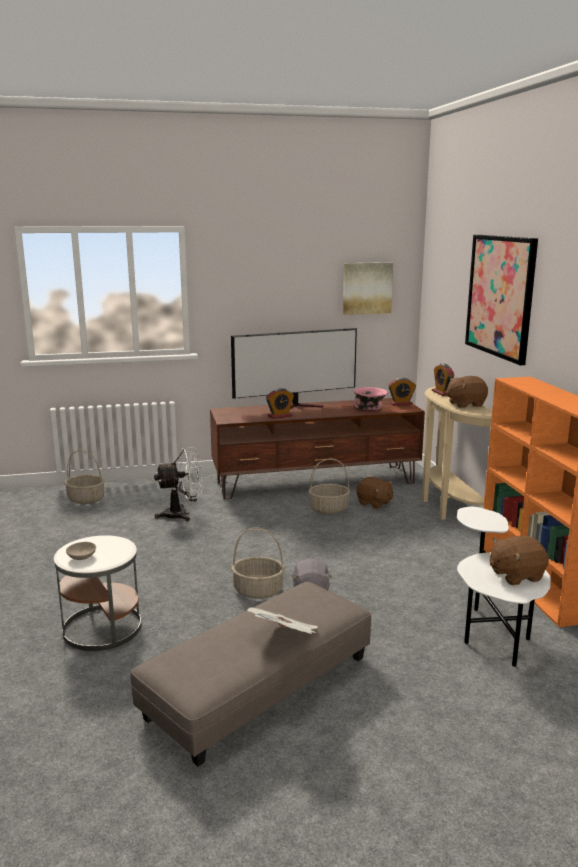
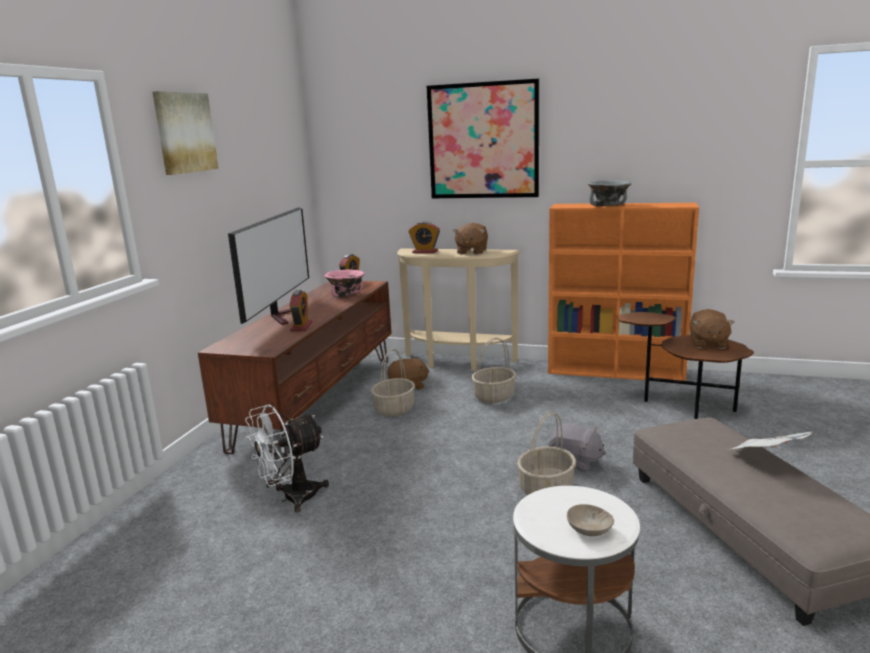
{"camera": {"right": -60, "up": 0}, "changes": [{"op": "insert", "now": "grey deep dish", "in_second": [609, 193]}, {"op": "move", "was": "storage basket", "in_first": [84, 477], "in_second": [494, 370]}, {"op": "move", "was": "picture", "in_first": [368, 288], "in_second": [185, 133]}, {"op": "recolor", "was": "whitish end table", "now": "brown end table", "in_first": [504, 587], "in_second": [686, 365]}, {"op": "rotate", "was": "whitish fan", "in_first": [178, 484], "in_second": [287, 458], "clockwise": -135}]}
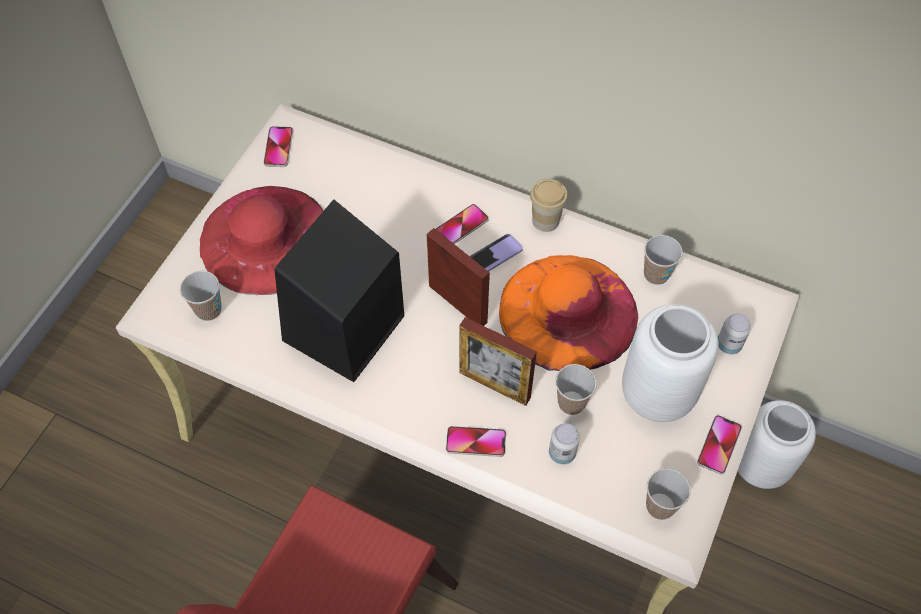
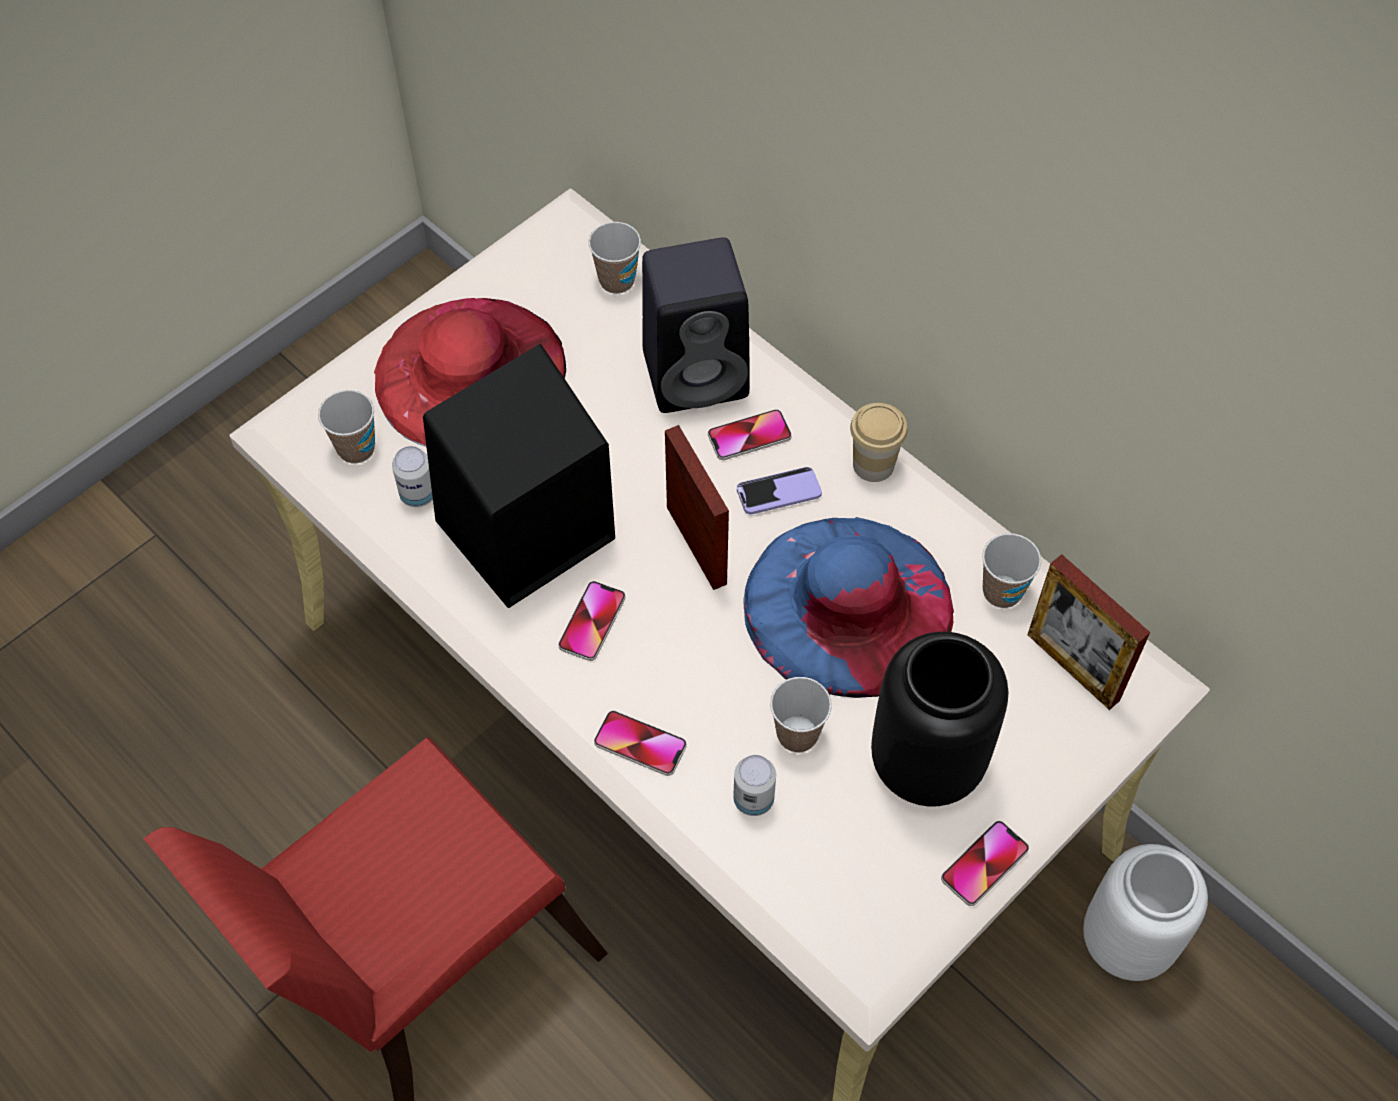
{"camera": {"right": 20, "up": 0}, "changes": [{"op": "insert", "now": "black loudspeaker", "in_second": [695, 325]}, {"op": "move", "was": "phone", "in_first": [278, 146], "in_second": [592, 621]}, {"op": "move", "was": "picture frame", "in_first": [498, 361], "in_second": [1088, 632]}, {"op": "move", "was": "small cup", "in_first": [668, 494], "in_second": [614, 258]}, {"op": "move", "was": "sealed can", "in_first": [734, 333], "in_second": [412, 476]}, {"op": "recolor", "was": "orange clothing hat", "now": "bluish clothing hat", "in_first": [568, 313], "in_second": [848, 607]}, {"op": "recolor", "was": "whitish decorative vase", "now": "black decorative vase", "in_first": [670, 363], "in_second": [940, 719]}]}
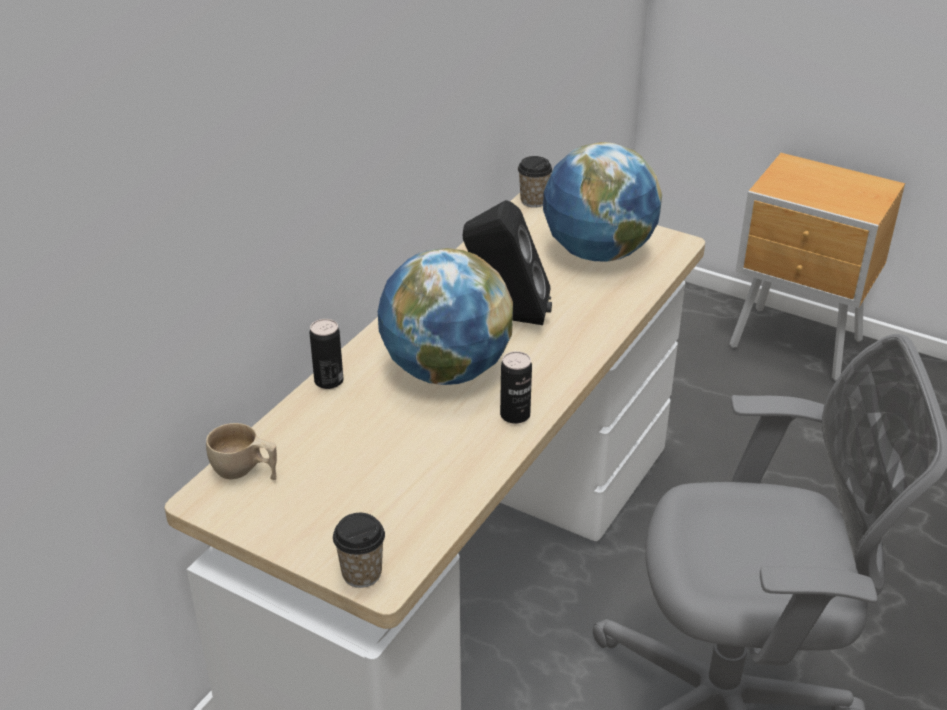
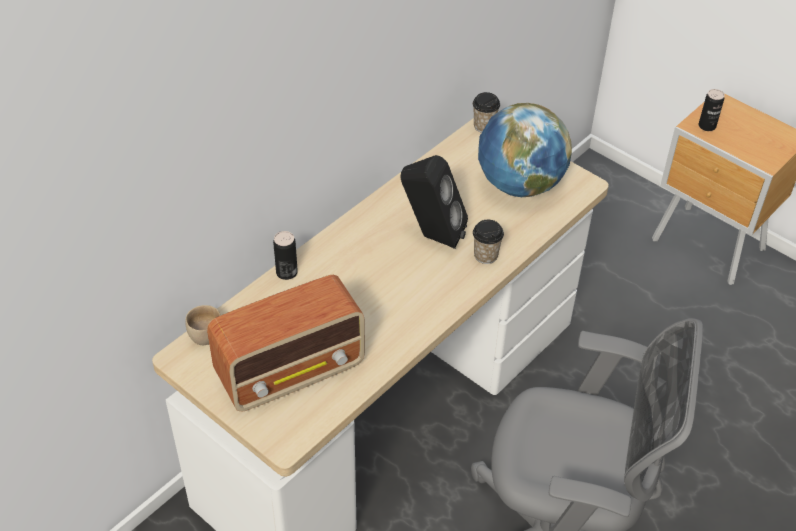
{"camera": {"right": 10, "up": 10}, "changes": [{"op": "delete", "was": "desk globe", "in_first": [445, 316]}, {"op": "insert", "now": "radio set", "in_second": [286, 343]}, {"op": "move", "was": "small cup", "in_first": [359, 550], "in_second": [488, 242]}, {"op": "move", "was": "sealed can", "in_first": [516, 387], "in_second": [711, 110]}]}
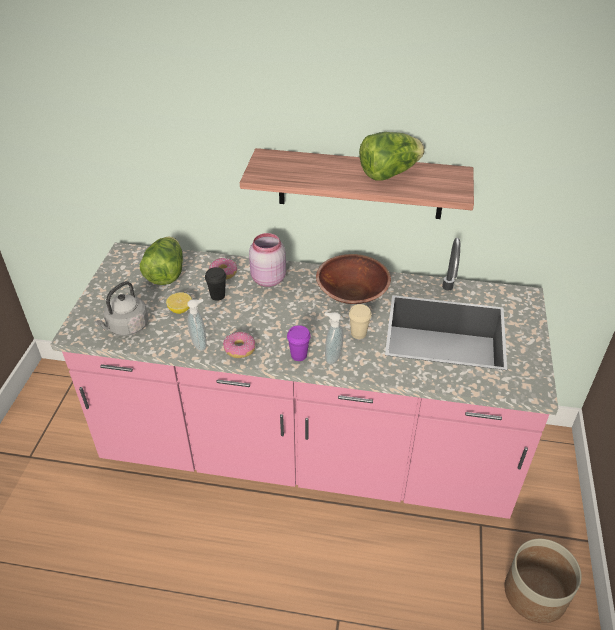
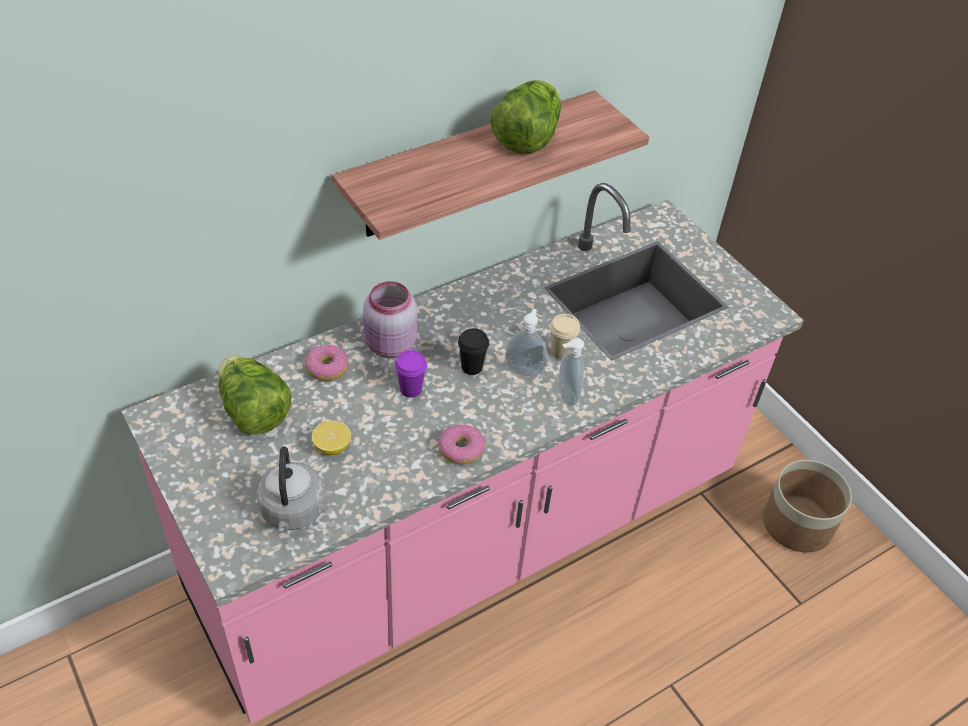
{"camera": {"right": -45, "up": 5}, "changes": [{"op": "delete", "was": "brown deep dish", "in_first": [353, 279]}, {"op": "move", "was": "soap dispenser", "in_first": [197, 325], "in_second": [526, 343]}, {"op": "move", "was": "black small cup", "in_first": [215, 284], "in_second": [473, 351]}, {"op": "move", "was": "purple-coloured small cup", "in_first": [299, 343], "in_second": [411, 374]}]}
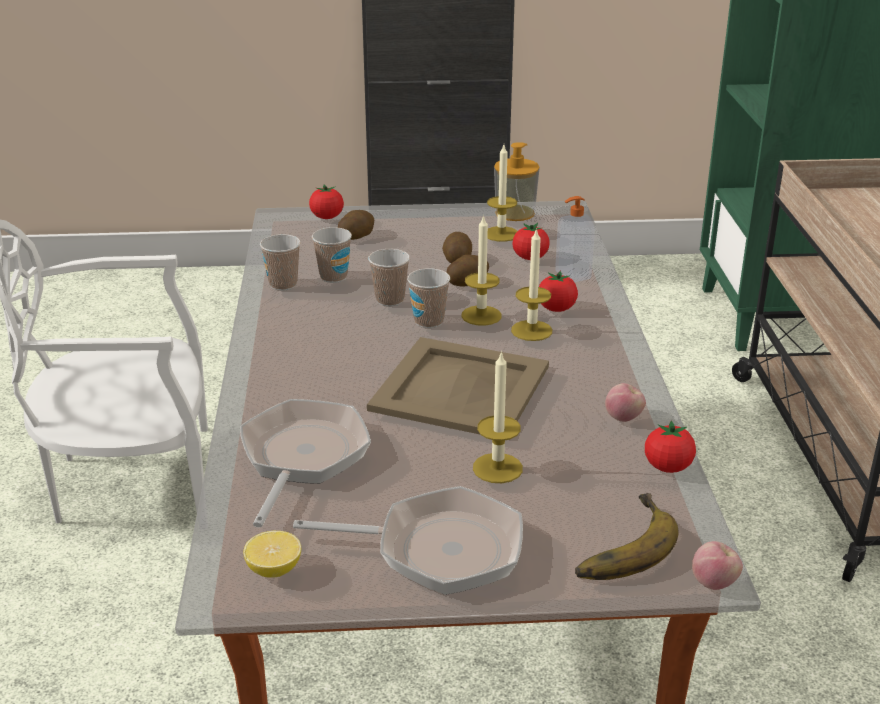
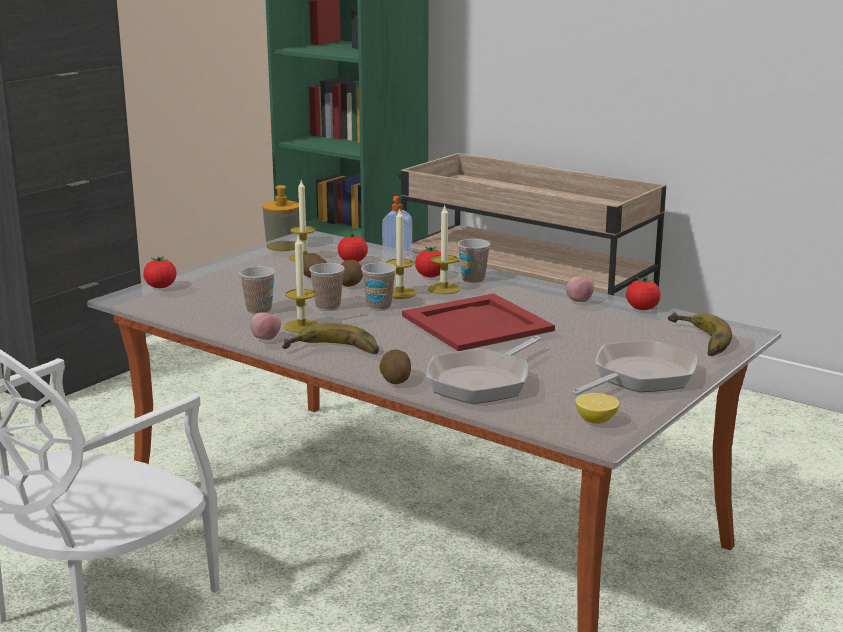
{"camera": {"right": -50, "up": -10}, "changes": [{"op": "insert", "now": "whole banana", "in_second": [330, 338]}, {"op": "move", "was": "small cup", "in_first": [280, 262], "in_second": [474, 261]}, {"op": "move", "was": "potato", "in_first": [356, 225], "in_second": [395, 366]}, {"op": "move", "was": "candle", "in_first": [498, 417], "in_second": [301, 283]}, {"op": "move", "was": "apple fruit", "in_first": [717, 565], "in_second": [265, 326]}, {"op": "recolor", "was": "sand-coloured tray", "now": "reddish tray", "in_first": [458, 385], "in_second": [478, 322]}, {"op": "rotate", "was": "skillet", "in_first": [305, 463], "in_second": [483, 370], "clockwise": -105}]}
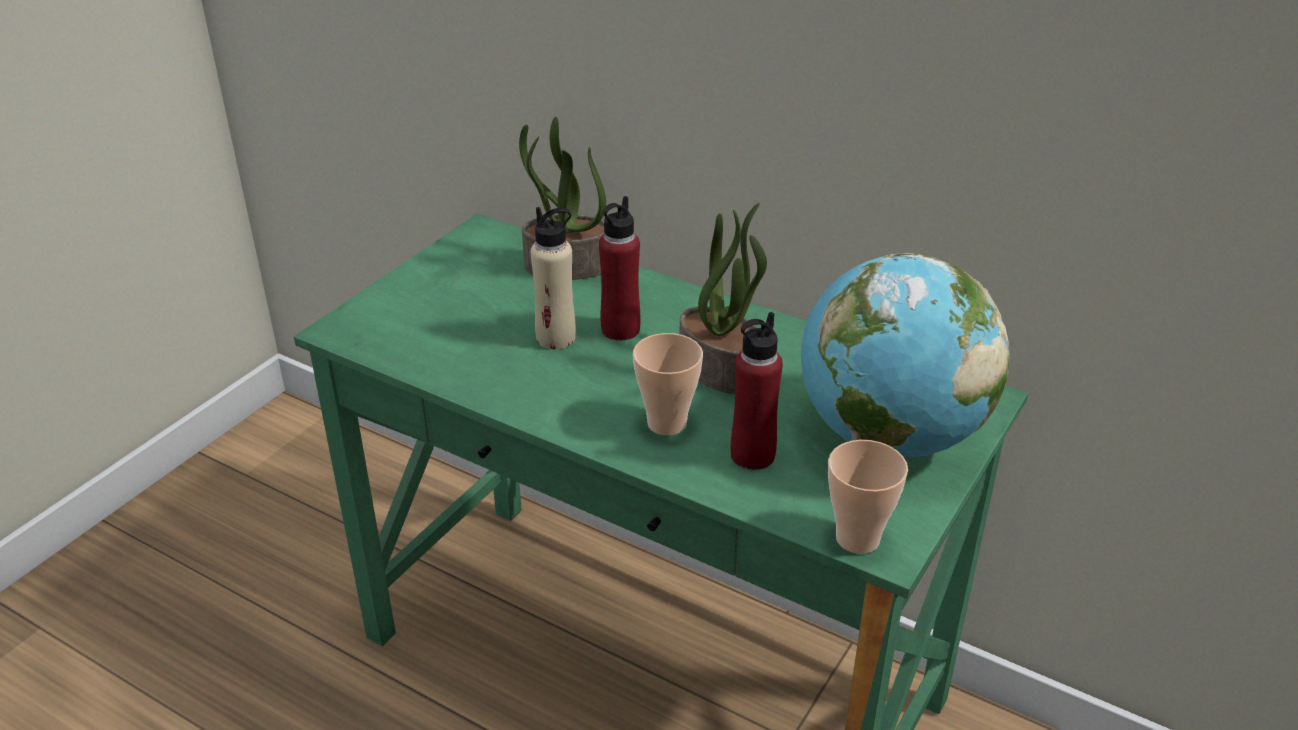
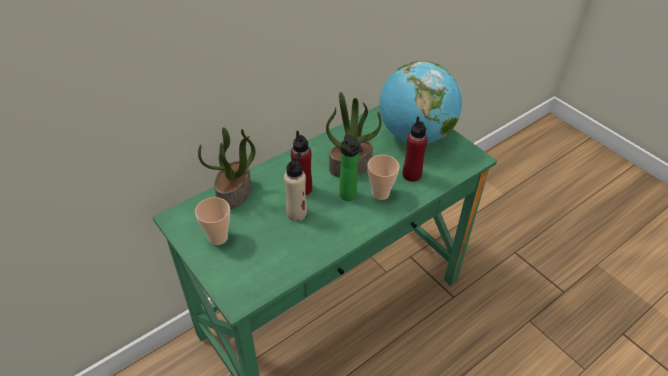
{"camera": {"right": -70, "up": 10}, "changes": [{"op": "insert", "now": "bottle", "in_second": [351, 167]}, {"op": "move", "was": "small cup", "in_first": [868, 497], "in_second": [212, 221]}]}
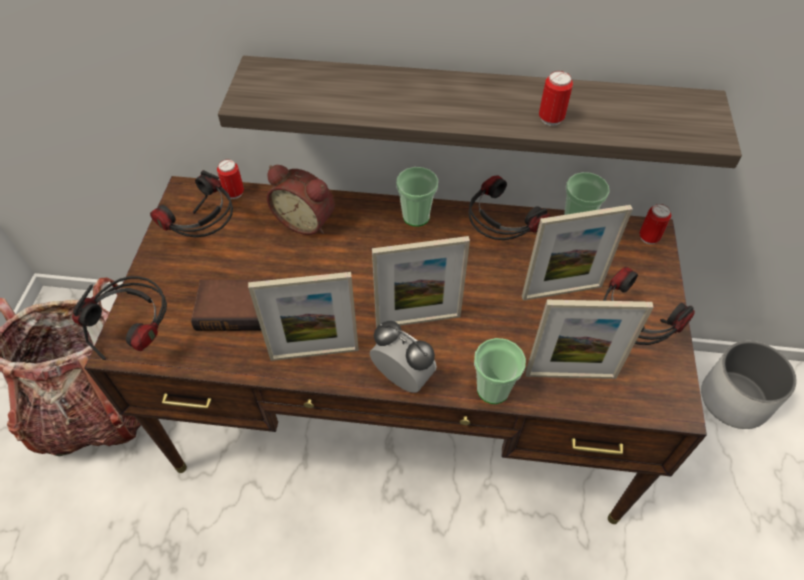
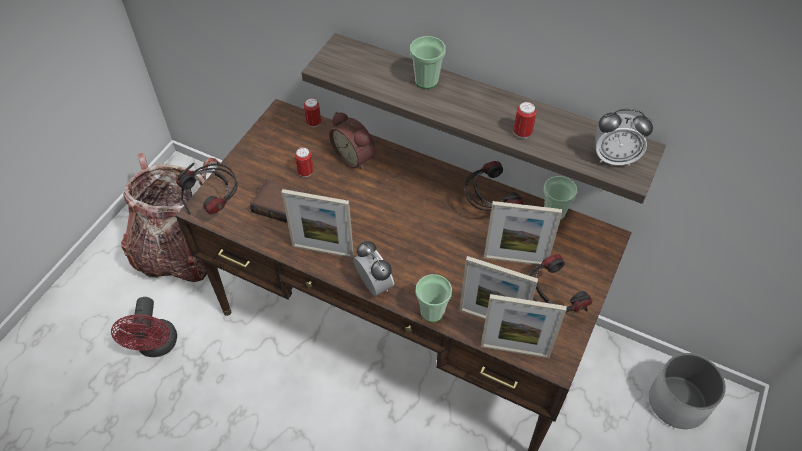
{"camera": {"right": 20, "up": 0}, "changes": [{"op": "delete", "was": "headset", "in_first": [191, 203]}, {"op": "insert", "now": "reddish fan", "in_second": [144, 327]}, {"op": "insert", "now": "table clock", "in_second": [624, 137]}, {"op": "move", "was": "picture frame", "in_first": [421, 281], "in_second": [524, 326]}, {"op": "move", "was": "small cup", "in_first": [417, 197], "in_second": [428, 62]}, {"op": "move", "was": "sealed can", "in_first": [655, 224], "in_second": [304, 162]}]}
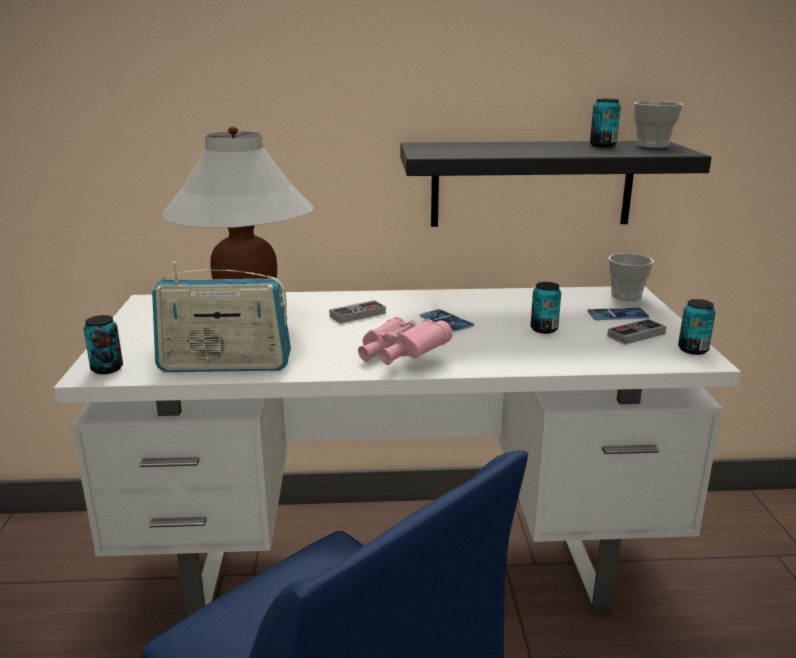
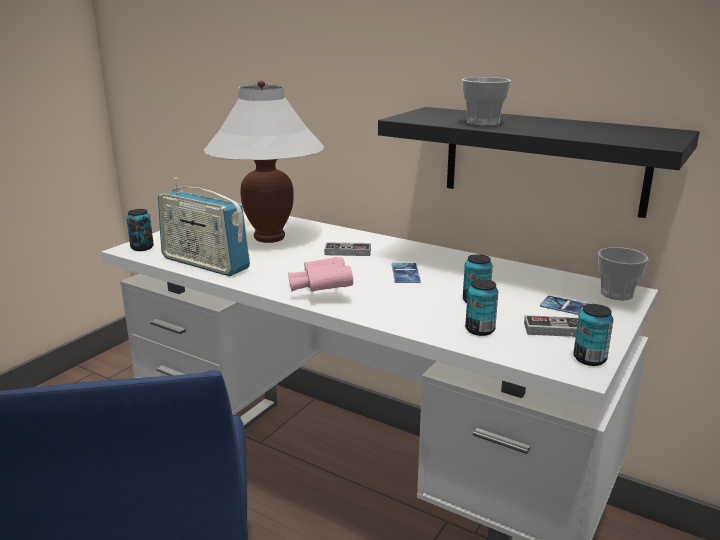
{"camera": {"right": 35, "up": 0}, "changes": [{"op": "move", "was": "sealed can", "in_first": [605, 123], "in_second": [482, 307]}, {"op": "move", "was": "small cup", "in_first": [658, 124], "in_second": [486, 101]}]}
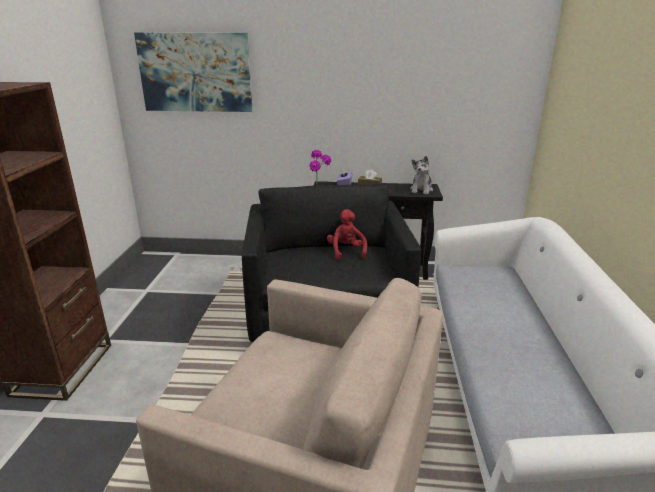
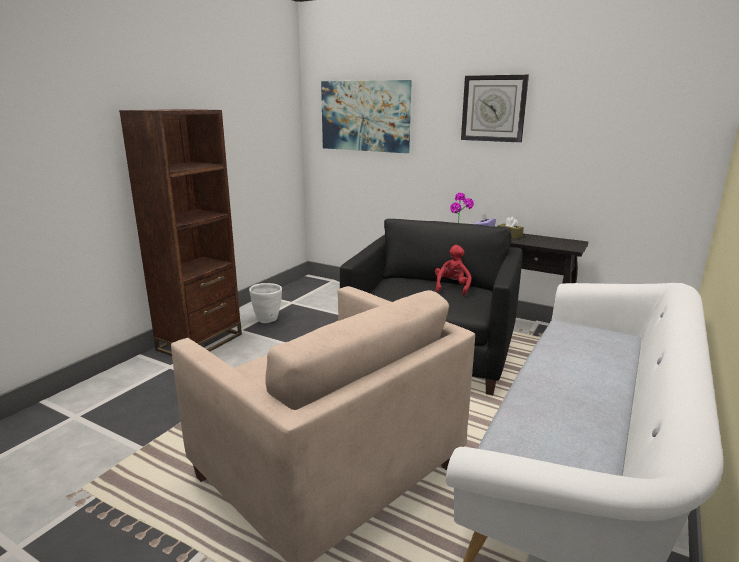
{"camera": {"right": 25, "up": -5}, "changes": [{"op": "delete", "was": "soft toy", "in_first": [421, 175]}, {"op": "insert", "now": "whitish flower pot", "in_second": [265, 303]}, {"op": "insert", "now": "wall clock", "in_second": [495, 109]}]}
